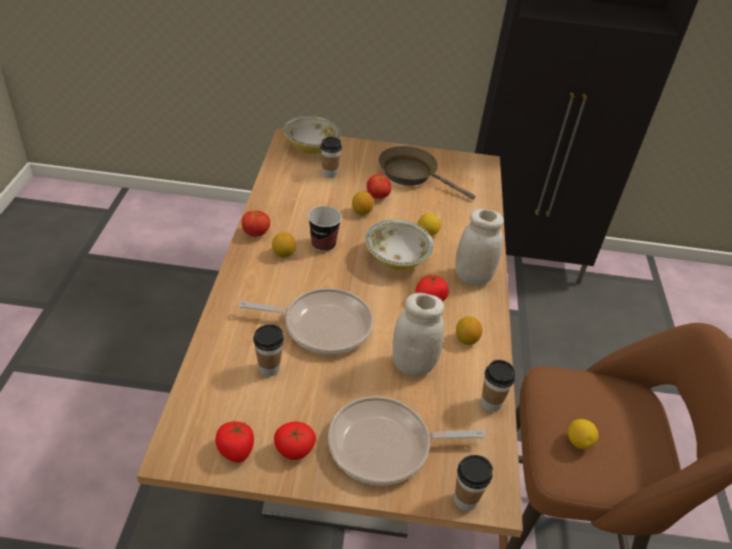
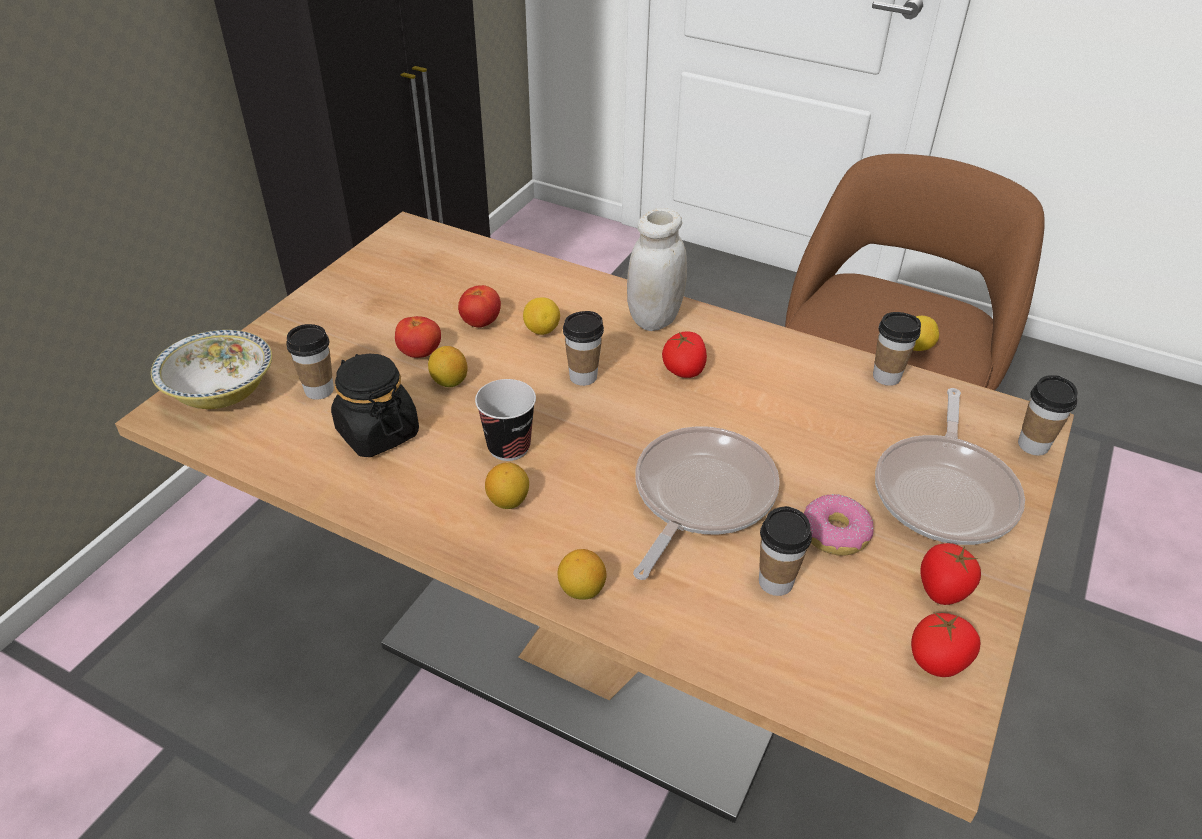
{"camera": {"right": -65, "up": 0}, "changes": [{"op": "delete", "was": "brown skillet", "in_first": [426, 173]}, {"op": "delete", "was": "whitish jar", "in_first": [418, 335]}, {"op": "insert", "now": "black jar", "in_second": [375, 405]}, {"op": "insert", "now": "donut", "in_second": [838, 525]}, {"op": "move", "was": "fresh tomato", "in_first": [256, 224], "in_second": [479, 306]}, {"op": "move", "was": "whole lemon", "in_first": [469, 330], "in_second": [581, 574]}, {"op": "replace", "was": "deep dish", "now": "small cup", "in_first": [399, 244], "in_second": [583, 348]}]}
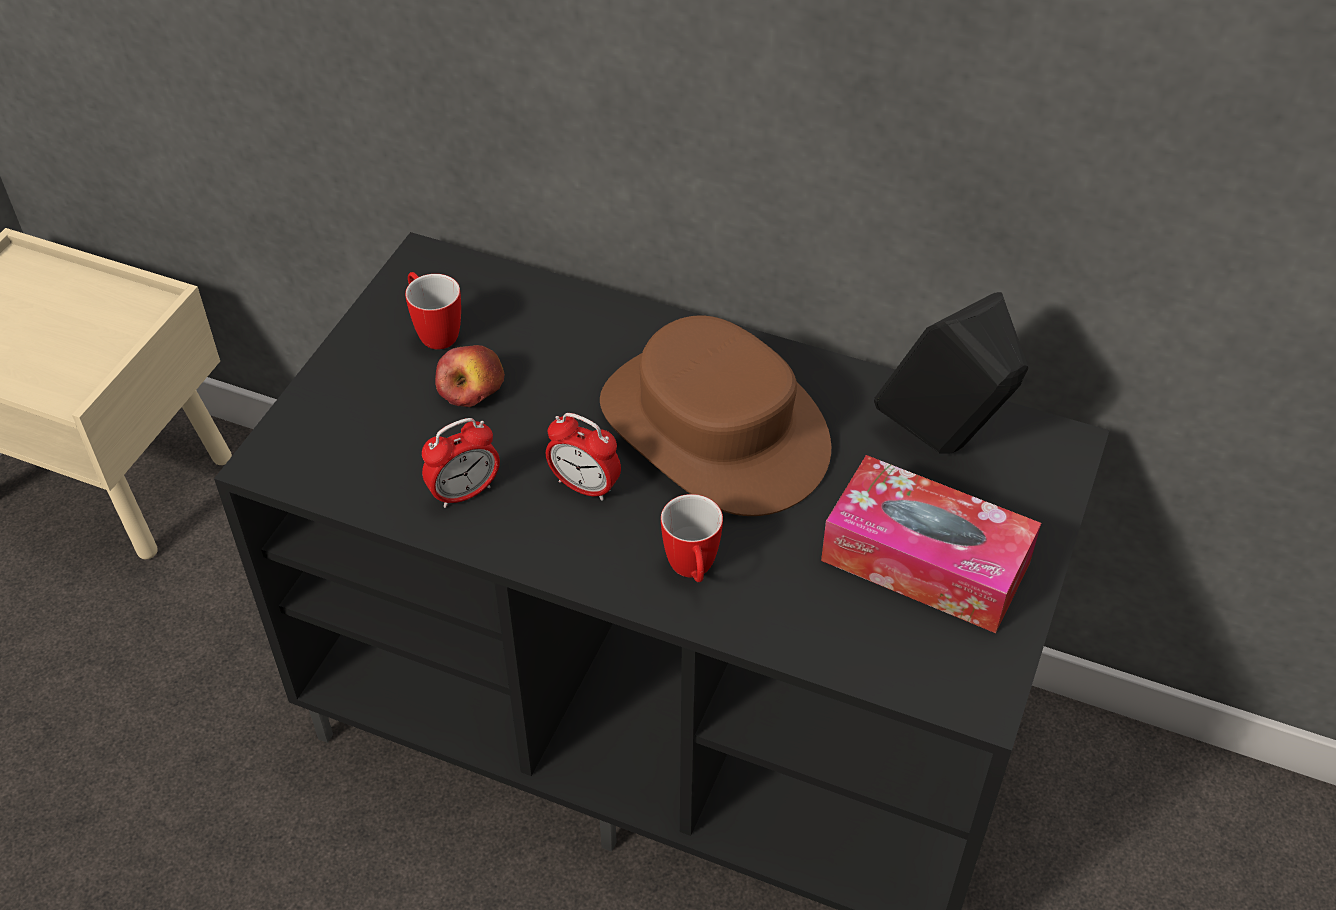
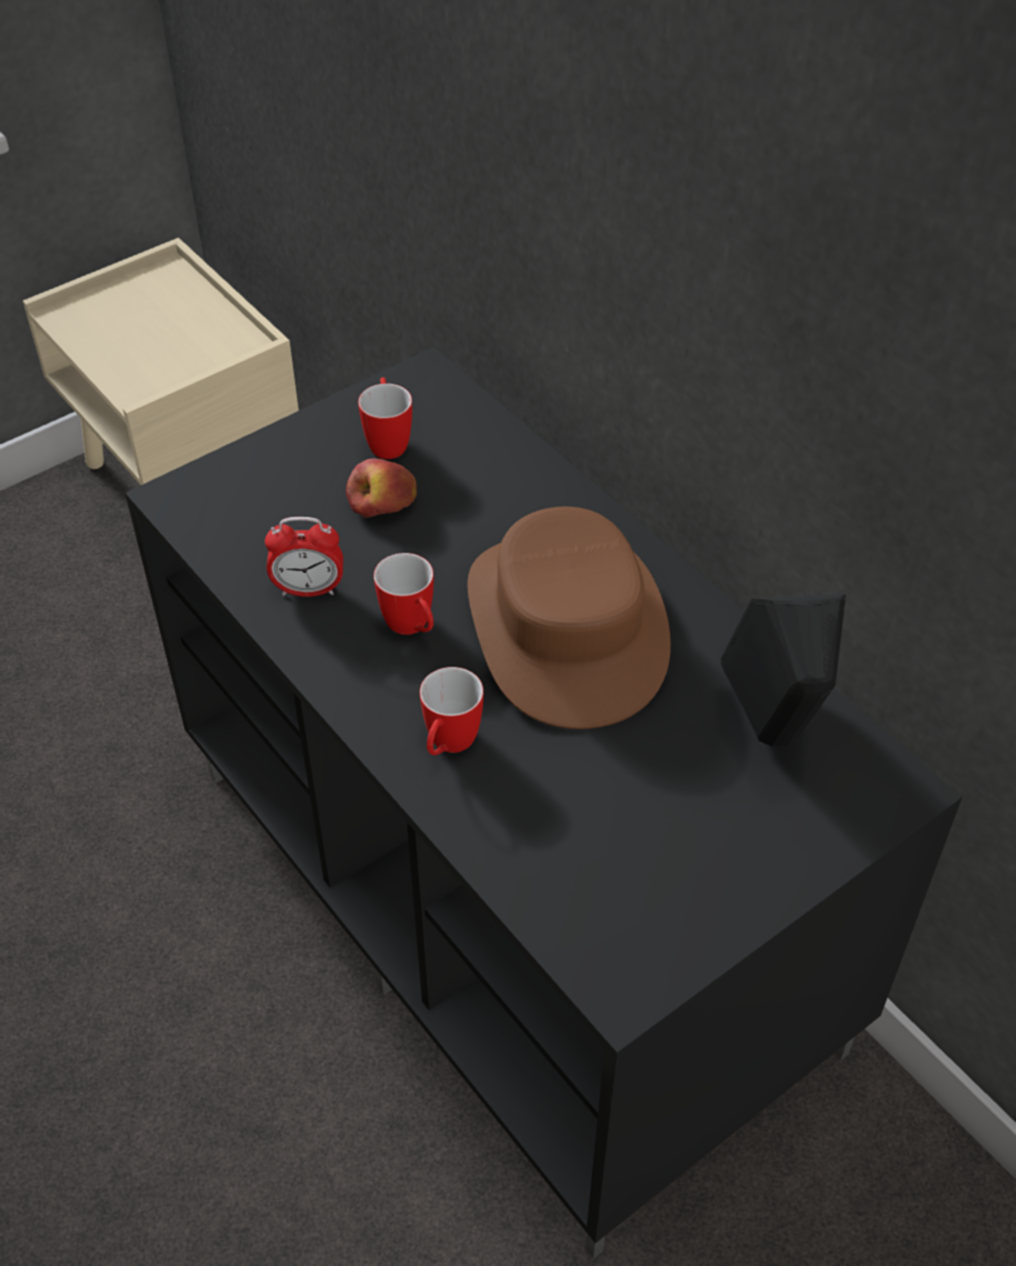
{"camera": {"right": 30, "up": 0}, "changes": [{"op": "delete", "was": "box of tissues", "in_first": [931, 544]}, {"op": "replace", "was": "table clock", "now": "mug", "in_first": [583, 457], "in_second": [404, 594]}]}
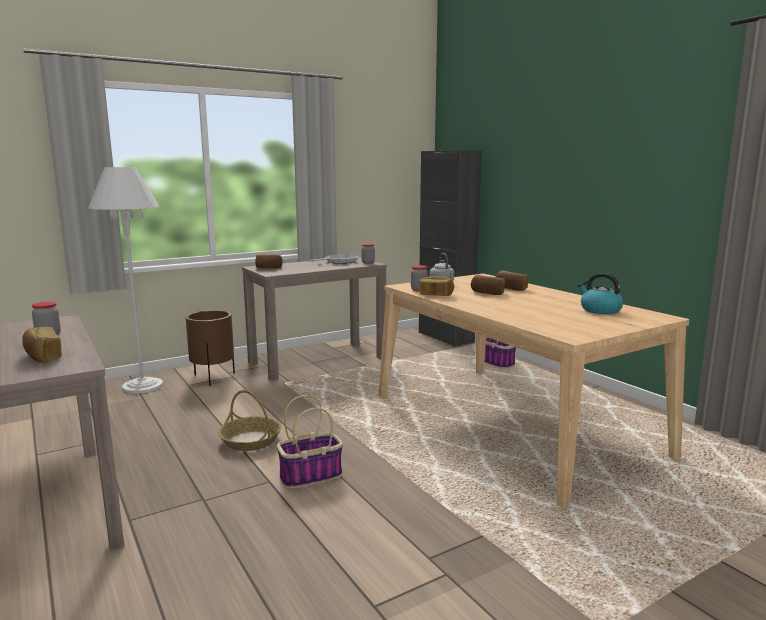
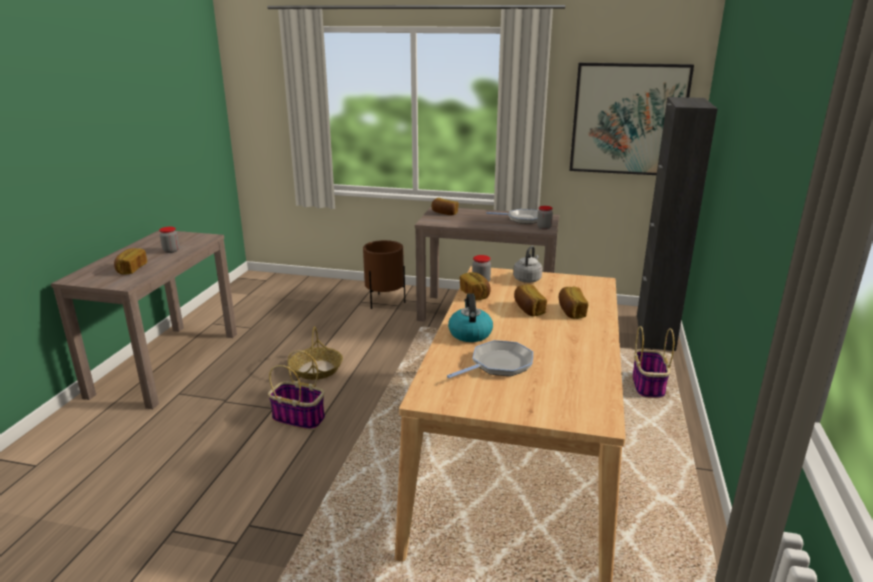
{"camera": {"right": 45, "up": 10}, "changes": [{"op": "delete", "was": "whitish floor lamp", "in_first": [125, 280]}, {"op": "insert", "now": "skillet", "in_second": [490, 359]}, {"op": "insert", "now": "picture", "in_second": [632, 119]}, {"op": "move", "was": "kettle", "in_first": [600, 293], "in_second": [470, 317]}]}
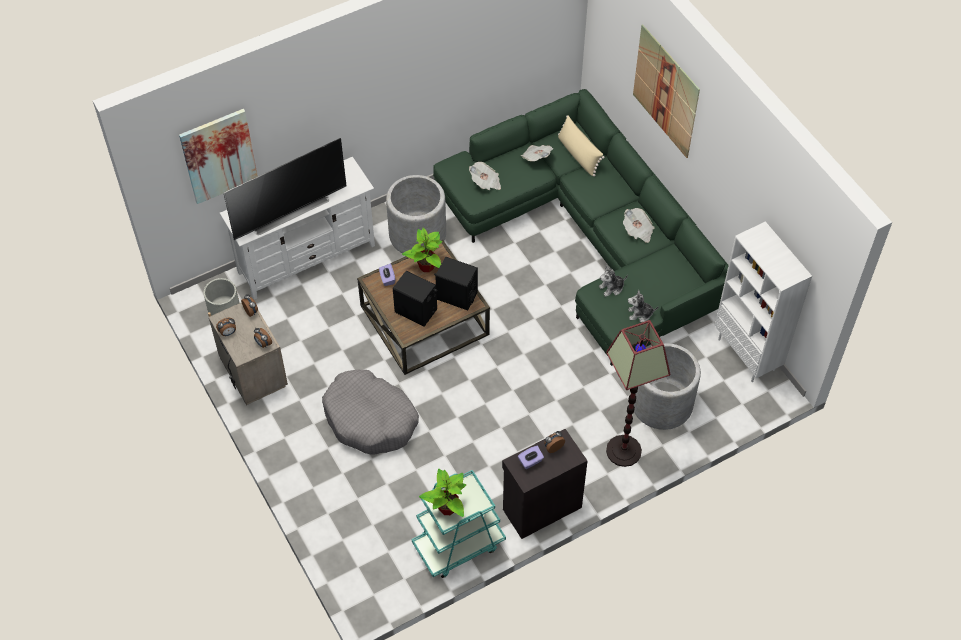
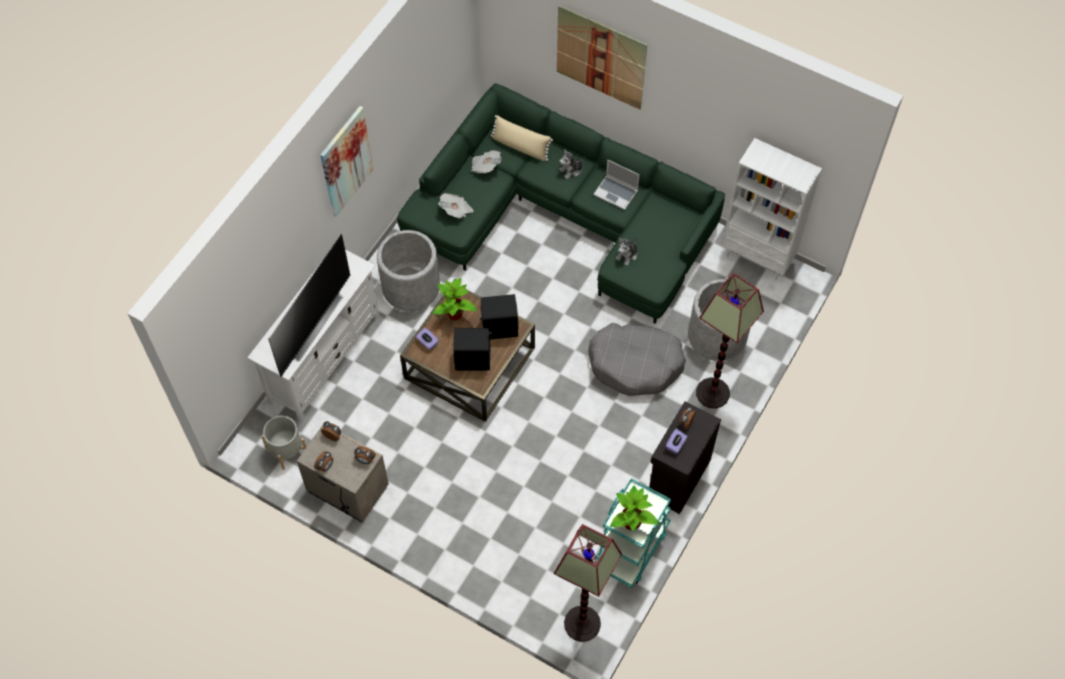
{"camera": {"right": -30, "up": 5}, "changes": [{"op": "insert", "now": "floor lamp", "in_second": [588, 583]}, {"op": "move", "was": "picture", "in_first": [218, 156], "in_second": [346, 161]}, {"op": "move", "was": "grey dog bed", "in_first": [370, 412], "in_second": [637, 359]}, {"op": "move", "was": "soft toy", "in_first": [643, 305], "in_second": [572, 164]}, {"op": "replace", "was": "daily paper", "now": "portable computer", "in_first": [639, 225], "in_second": [616, 185]}]}
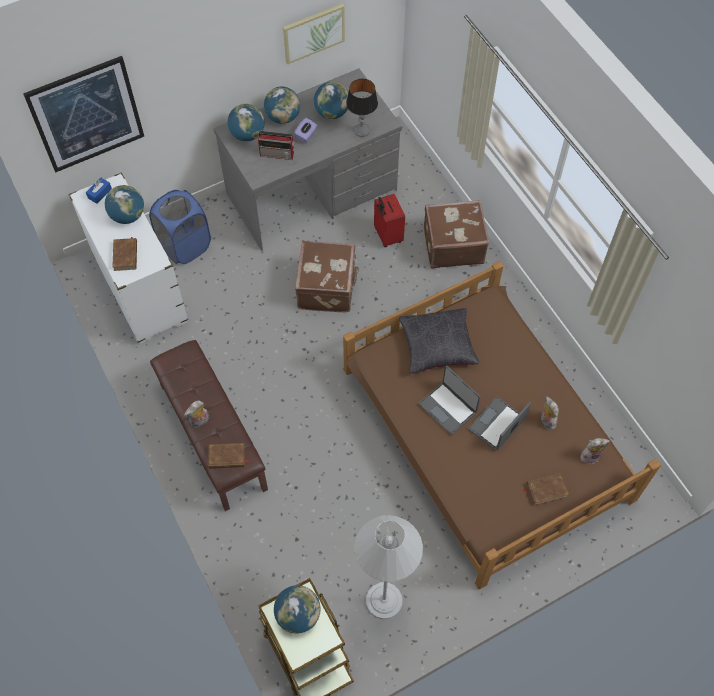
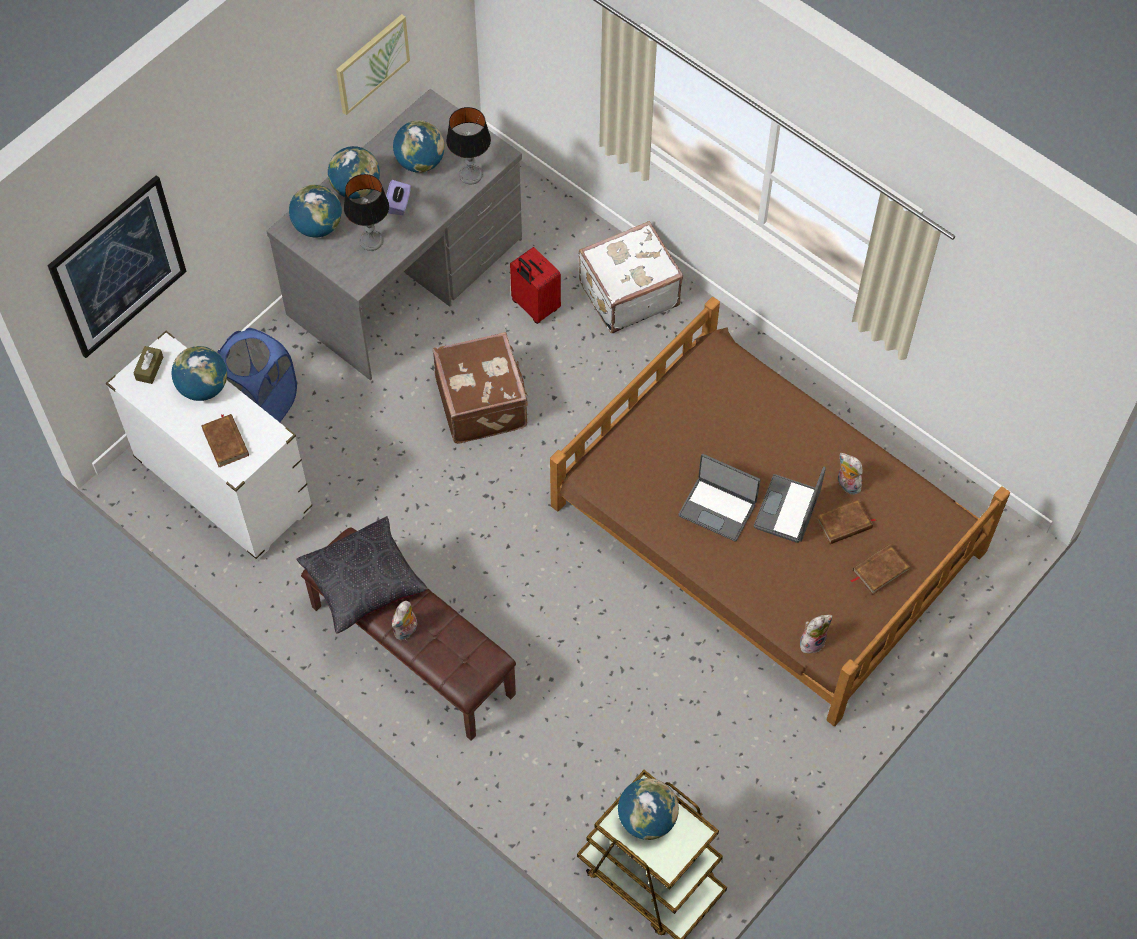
{"camera": {"right": -20, "up": 0}, "changes": [{"op": "delete", "was": "whitish floor lamp", "in_first": [388, 567]}, {"op": "move", "was": "brown book", "in_first": [229, 456], "in_second": [846, 521]}, {"op": "move", "was": "black cushion", "in_first": [438, 340], "in_second": [362, 575]}, {"op": "move", "was": "soft toy", "in_first": [595, 451], "in_second": [816, 634]}, {"op": "replace", "was": "radio set", "now": "tabletop lamp", "in_first": [276, 145], "in_second": [366, 212]}, {"op": "recolor", "was": "bluish box of tissues", "now": "brown box of tissues", "in_first": [99, 190], "in_second": [148, 365]}, {"op": "recolor", "was": "brown travel case", "now": "whitish travel case", "in_first": [456, 234], "in_second": [631, 277]}]}
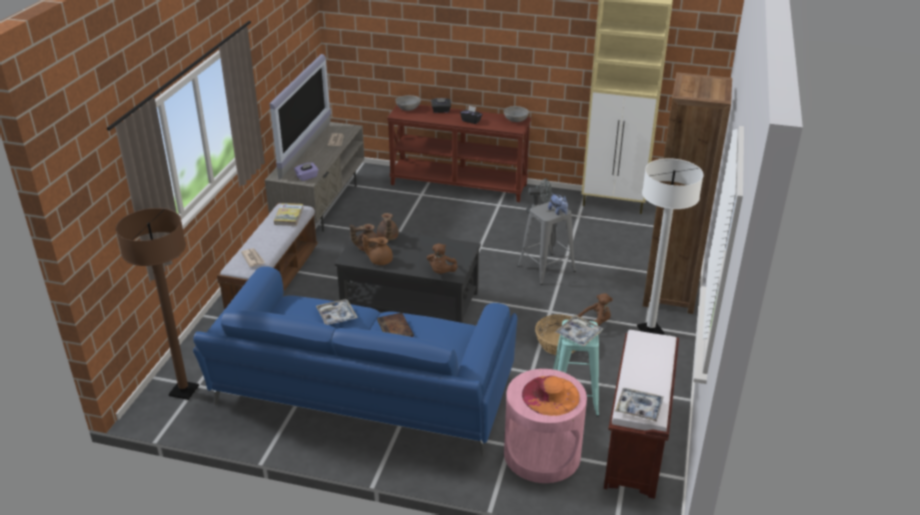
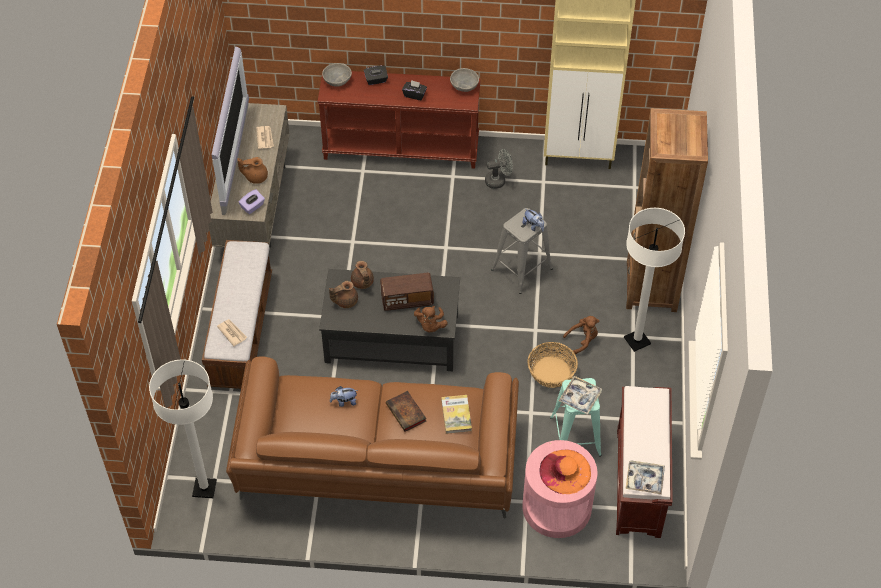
{"camera": {"right": -10, "up": 20}, "changes": [{"op": "insert", "now": "radio set", "in_second": [407, 292]}, {"op": "move", "was": "book", "in_first": [288, 214], "in_second": [456, 414]}, {"op": "move", "was": "brown tea pot", "in_first": [378, 249], "in_second": [252, 170]}, {"op": "replace", "was": "tray", "now": "soft toy", "in_first": [337, 312], "in_second": [344, 396]}, {"op": "recolor", "was": "brown floor lamp", "now": "whitish floor lamp", "in_first": [157, 304], "in_second": [183, 429]}, {"op": "recolor", "was": "bluish settee", "now": "brown settee", "in_first": [355, 361], "in_second": [372, 437]}]}
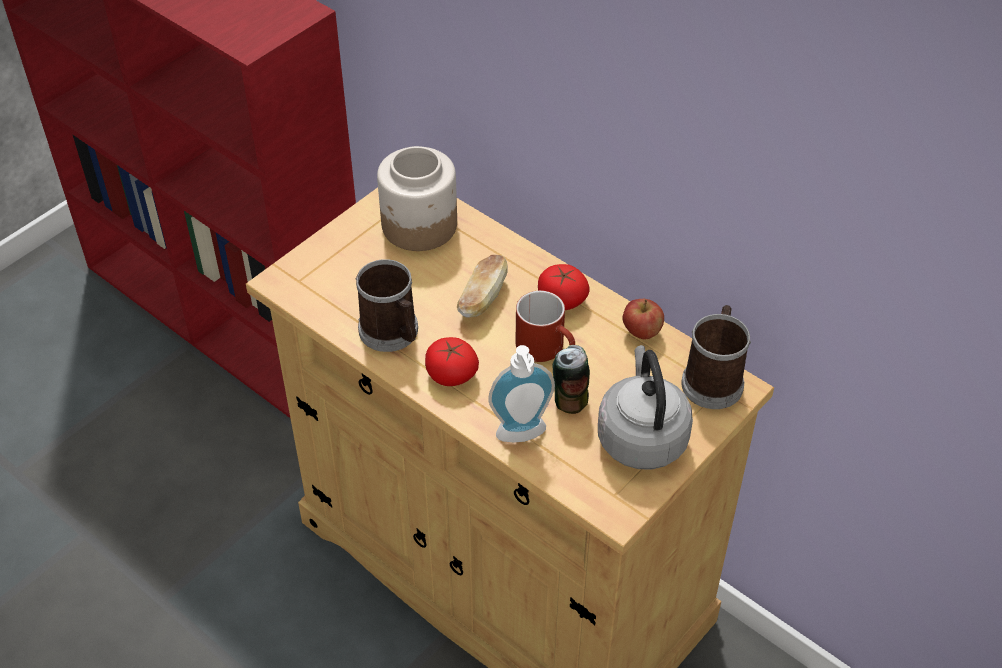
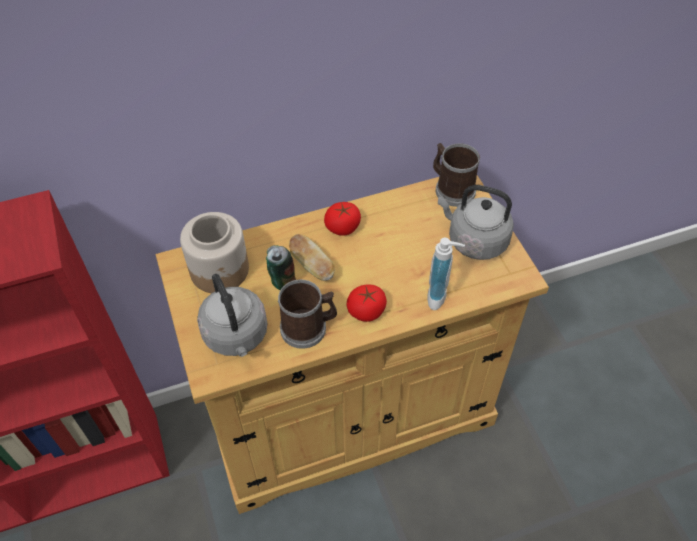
{"camera": {"right": -60, "up": 5}, "changes": [{"op": "delete", "was": "reddish mug", "in_first": [545, 326]}, {"op": "delete", "was": "apple fruit", "in_first": [643, 319]}, {"op": "insert", "now": "grey kettle", "in_second": [232, 315]}, {"op": "move", "was": "sealed can", "in_first": [571, 379], "in_second": [281, 267]}]}
